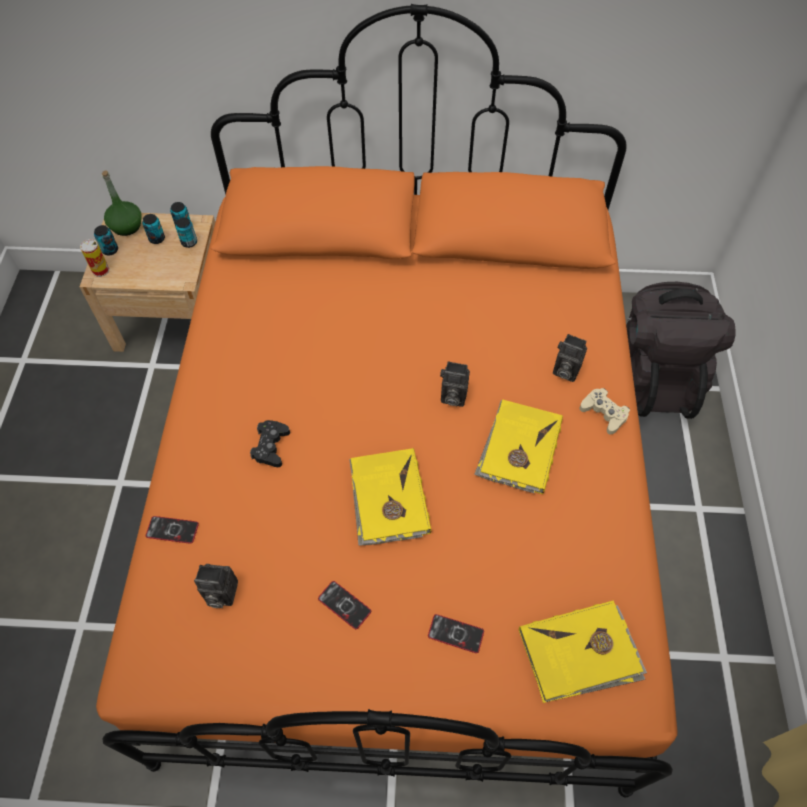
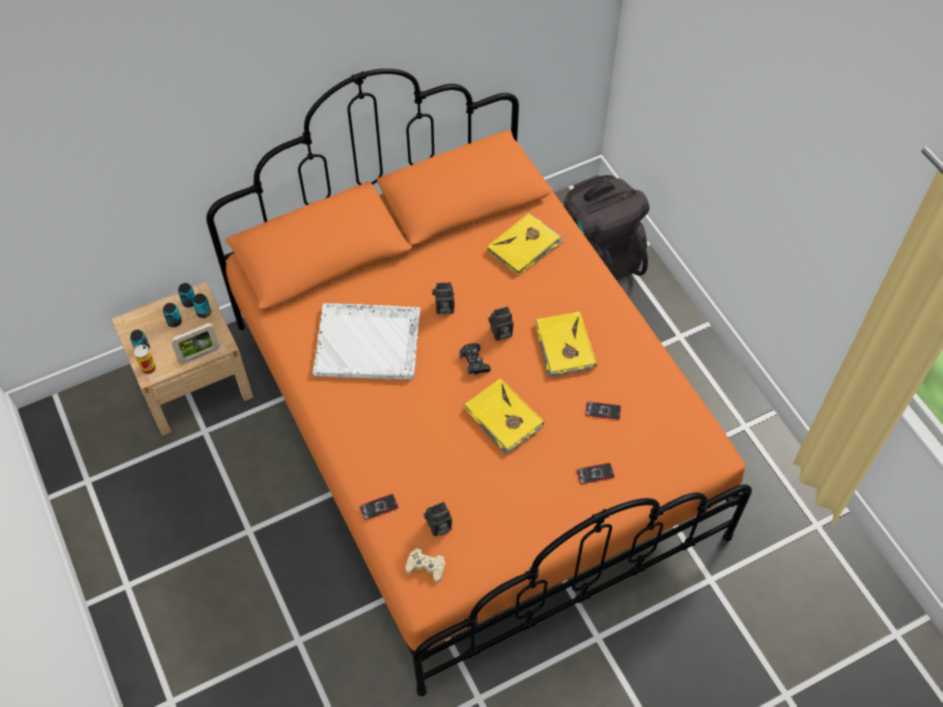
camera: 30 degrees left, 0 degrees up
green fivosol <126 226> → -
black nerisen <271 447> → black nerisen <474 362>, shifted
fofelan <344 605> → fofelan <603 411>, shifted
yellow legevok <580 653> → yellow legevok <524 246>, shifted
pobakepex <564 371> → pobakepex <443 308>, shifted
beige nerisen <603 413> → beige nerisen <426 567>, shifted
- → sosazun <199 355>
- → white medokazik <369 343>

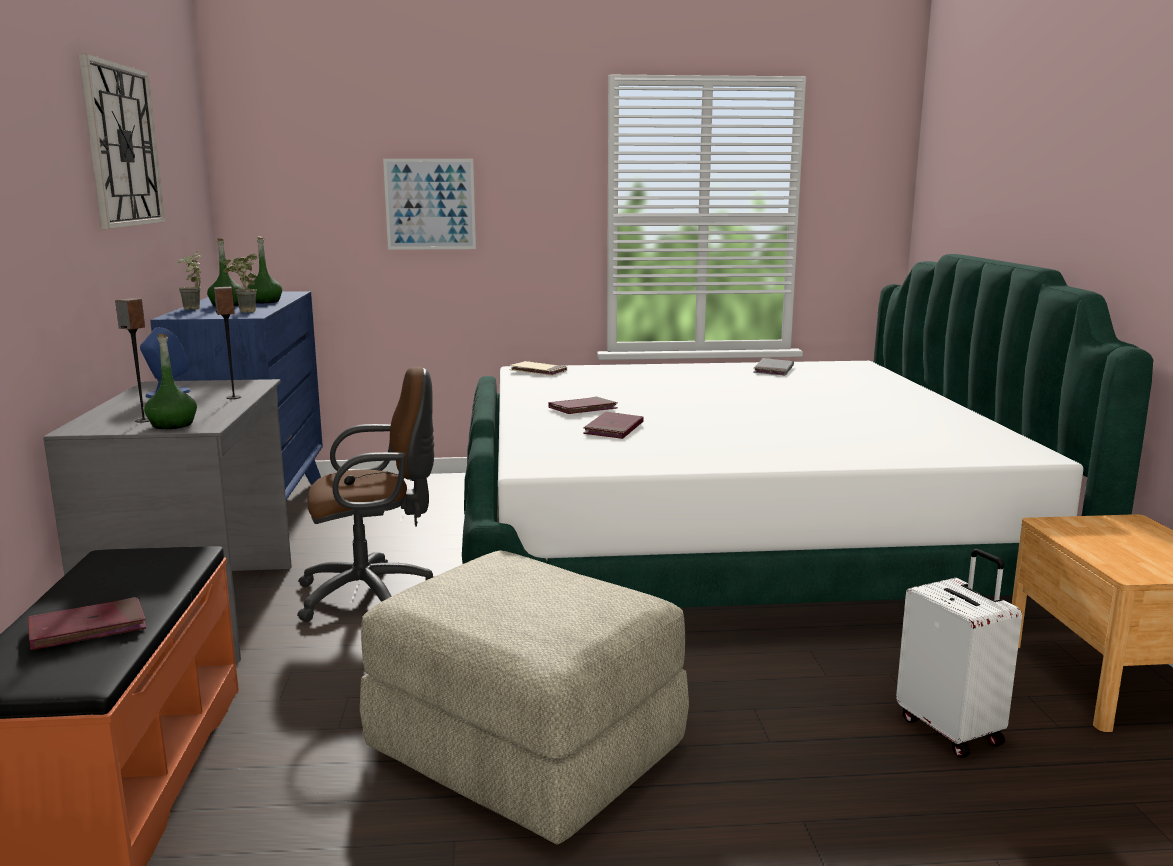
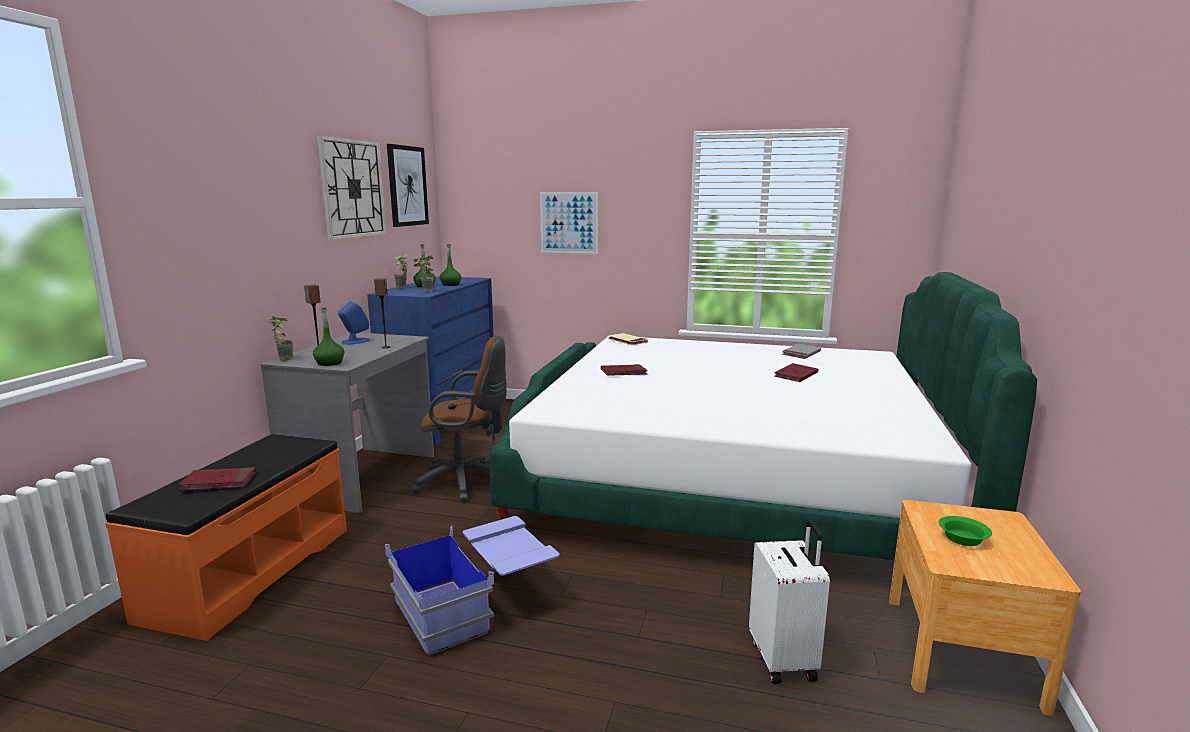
camera: 20 degrees right, 0 degrees up
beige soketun <528 750> → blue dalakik <476 605>
red legevok <614 429> → red legevok <796 375>, shifted
- → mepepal <282 359>
- → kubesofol <407 186>
- → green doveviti <964 539>

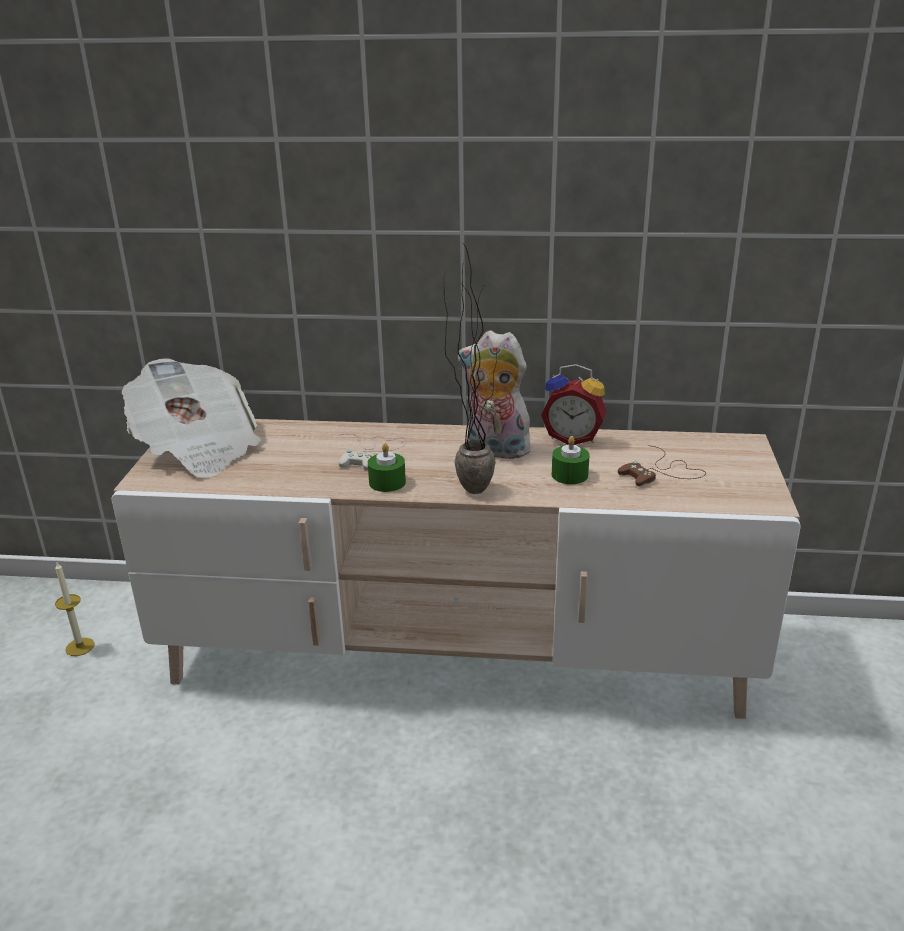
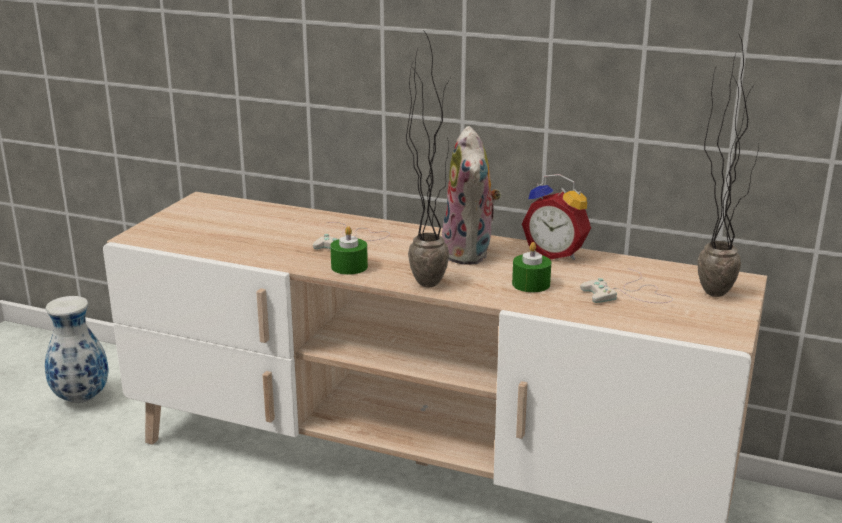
camera: 15 degrees right, 5 degrees down
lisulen <80 647> → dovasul <82 398>
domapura <197 448> → -
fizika <494 450> → fizika <470 253>, 135 degrees counterclockwise
brown nerisen <662 472> → white nerisen <628 294>
- → mepepal <713 287>

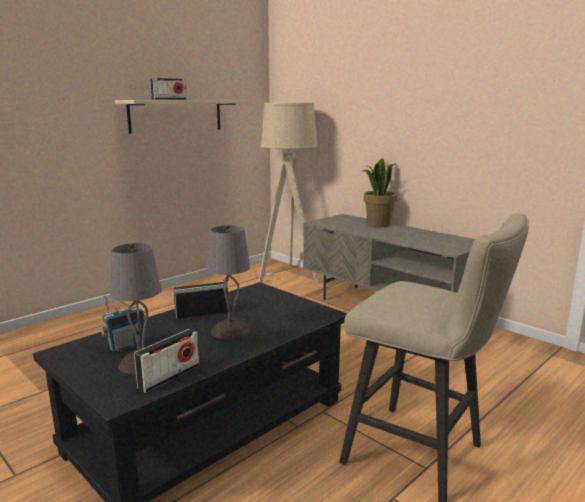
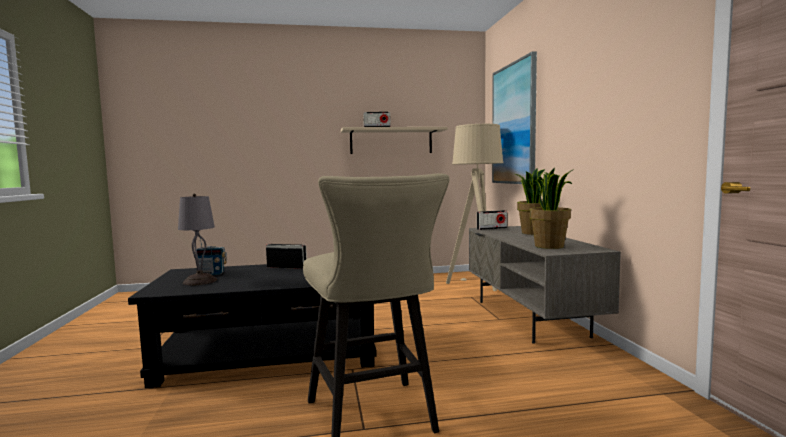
camera: 35 degrees right, 10 degrees down
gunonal <169 377> → gunonal <492 228>, shifted
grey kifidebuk <231 330> → -
- → kubesofol <514 124>
- → mepepal <550 246>

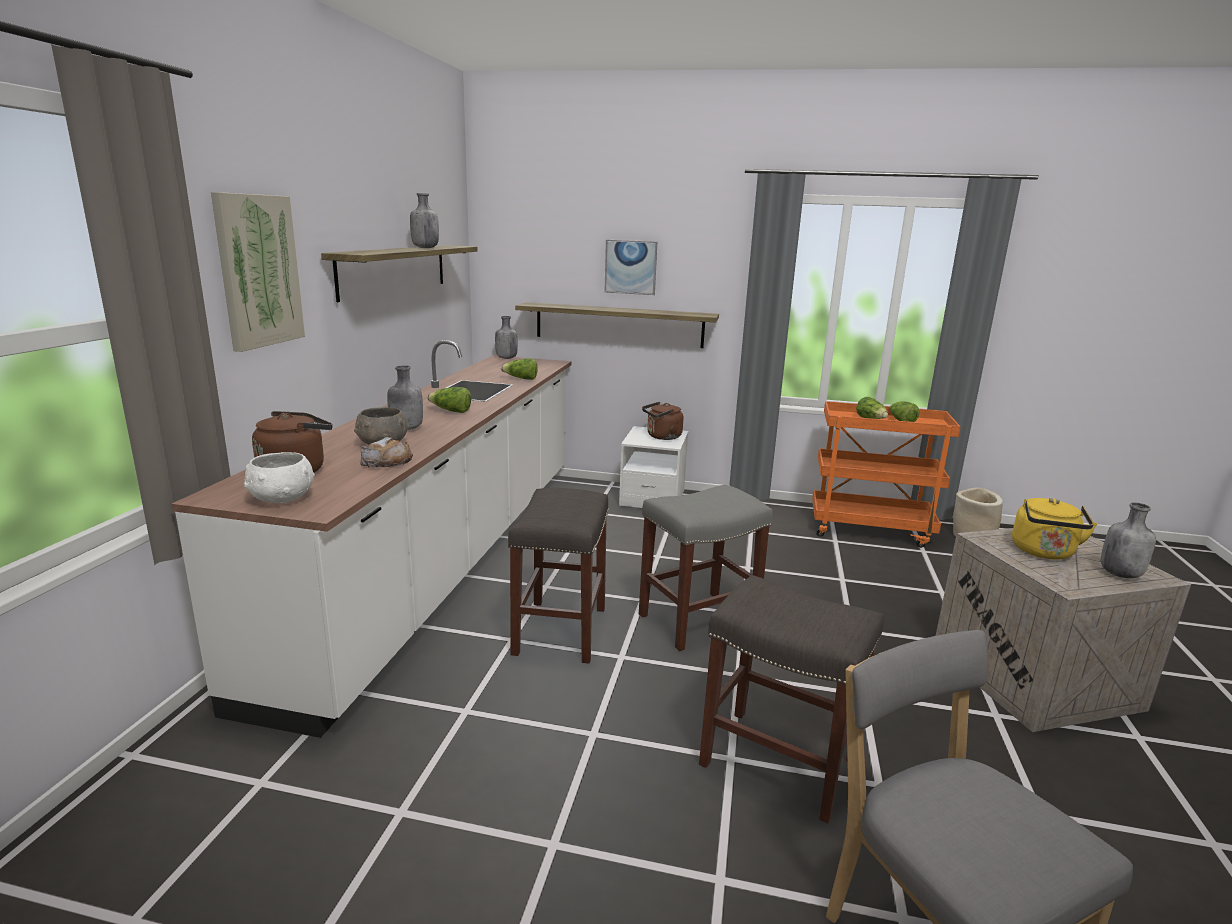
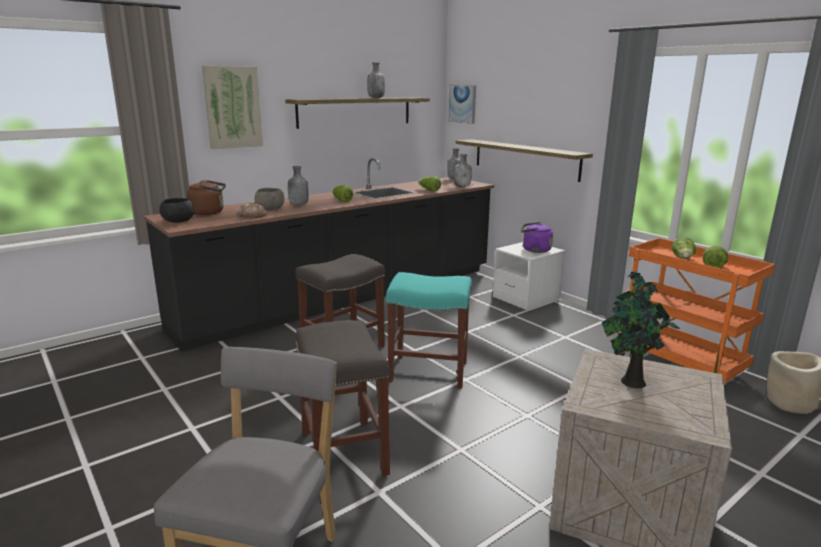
camera: 40 degrees right, 0 degrees up
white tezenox <448 559> → black tezenox <346 298>
white doveviti <281 498> → black doveviti <178 221>
kubesofol <630 267> → kubesofol <462 104>, shifted
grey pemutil <699 619> → turquoise pemutil <429 371>
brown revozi <662 437> → purple revozi <534 250>
yellow revozi <1044 553> → mepepal <630 381>
grey fivosol <1120 574> → grey fivosol <462 186>, shifted

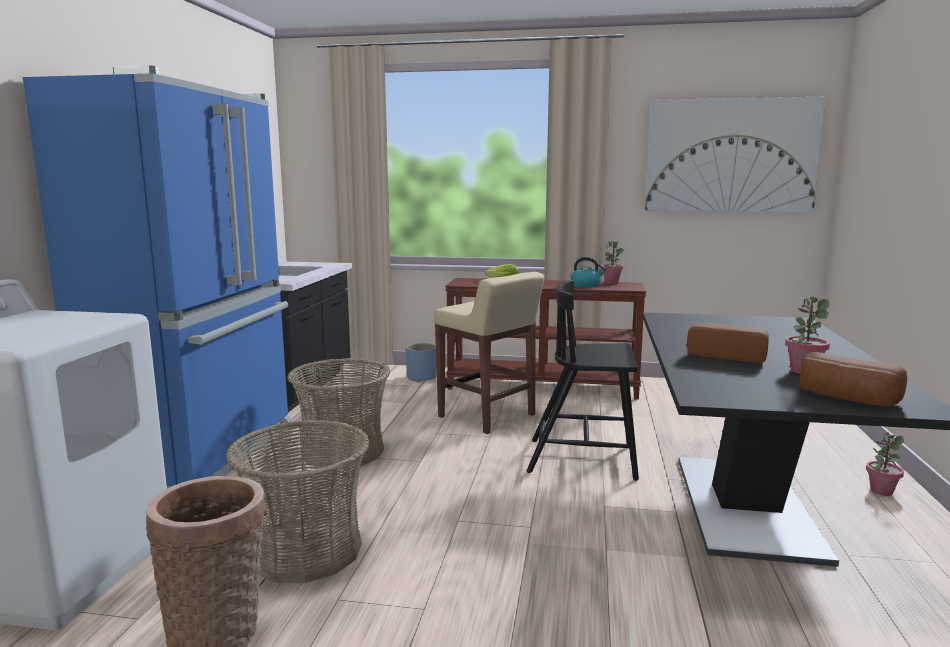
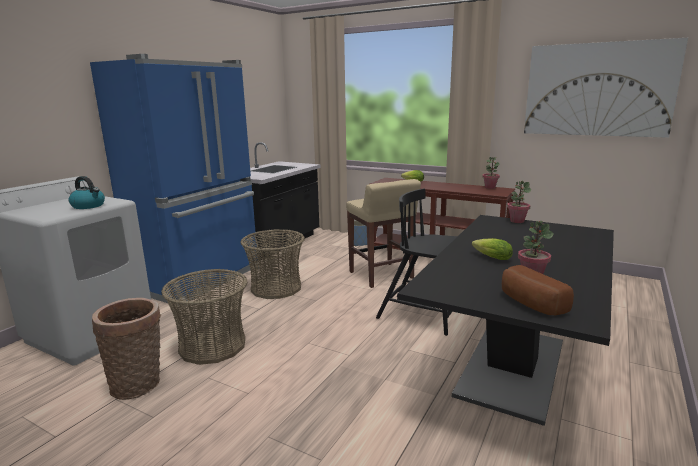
camera: 20 degrees right, 5 degrees up
revozi <586 285> → revozi <89 206>, shifted
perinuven <727 356> → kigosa <490 257>
mepepal <881 491> → mepepal <517 221>, shifted

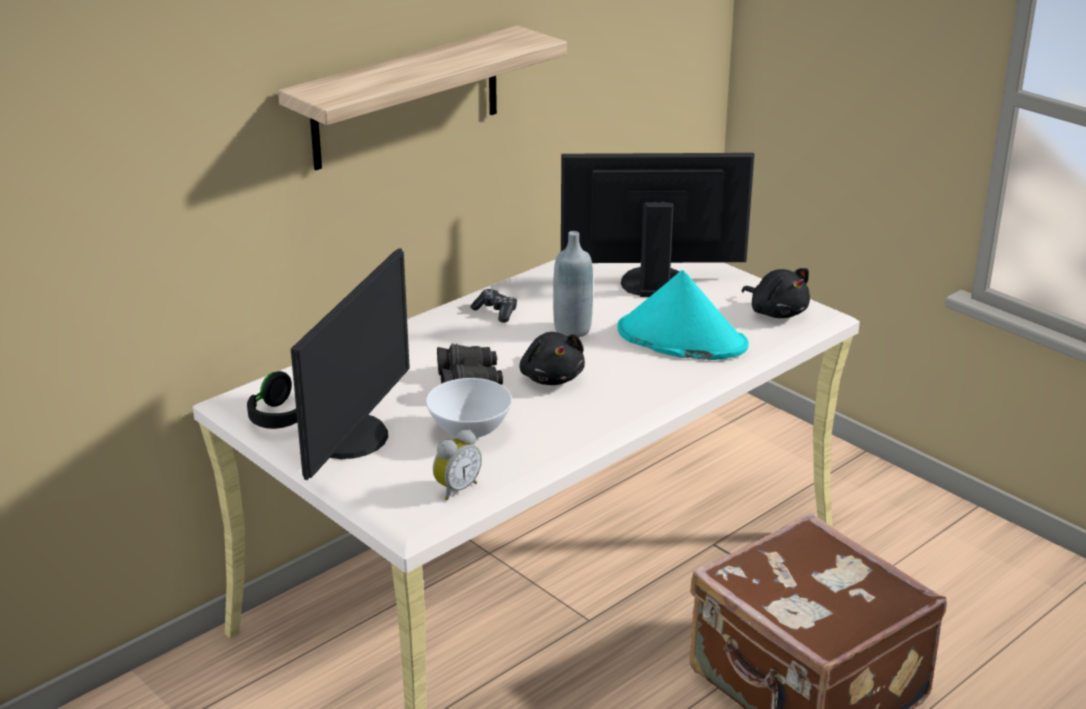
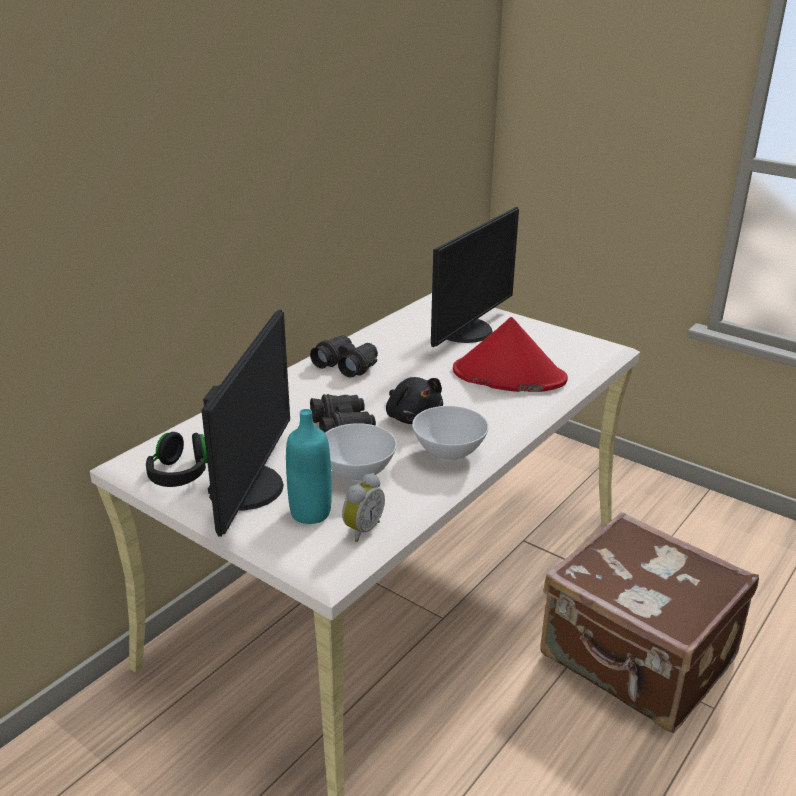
camera: 10 degrees left, 0 degrees up
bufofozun <406 98> → -
nerisen <496 312> → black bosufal <346 365>
grey fivosol <572 330> → -
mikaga <653 281> → mikaga <467 331>, 135 degrees clockwise
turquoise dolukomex <681 338> → red dolukomex <508 376>
black fizika <776 312> → -
- → turquoise fivosol <310 513>
- → white doveviti <449 455>

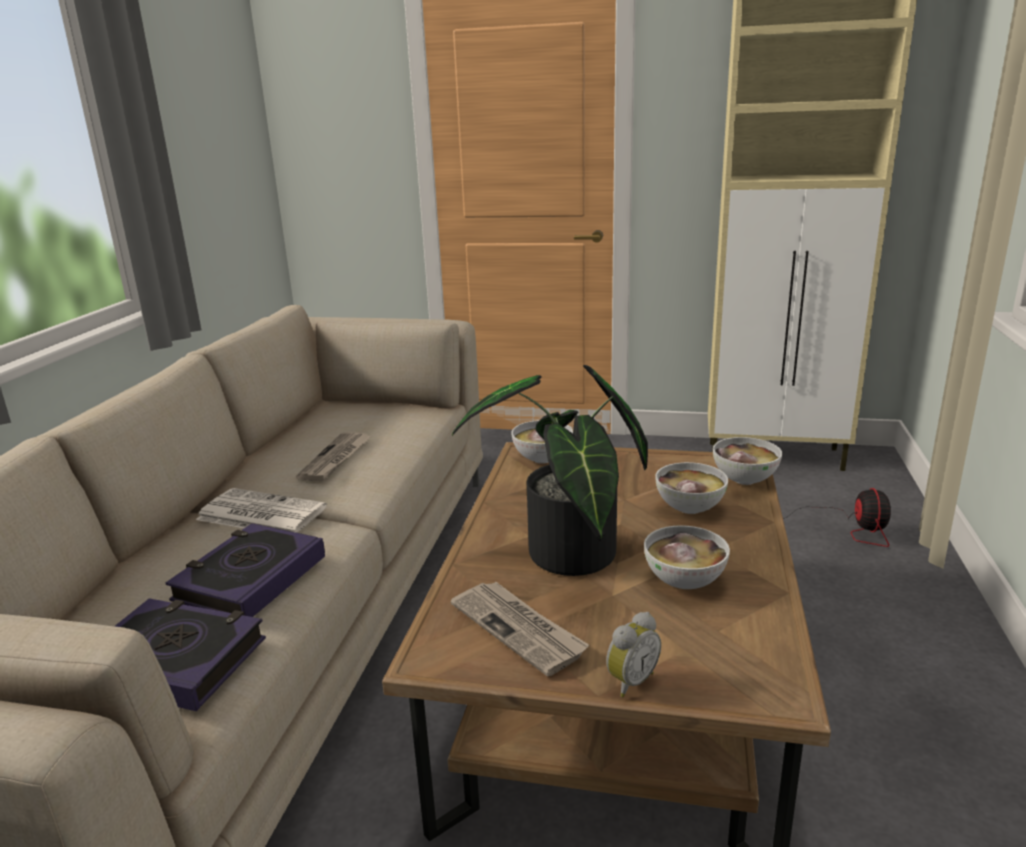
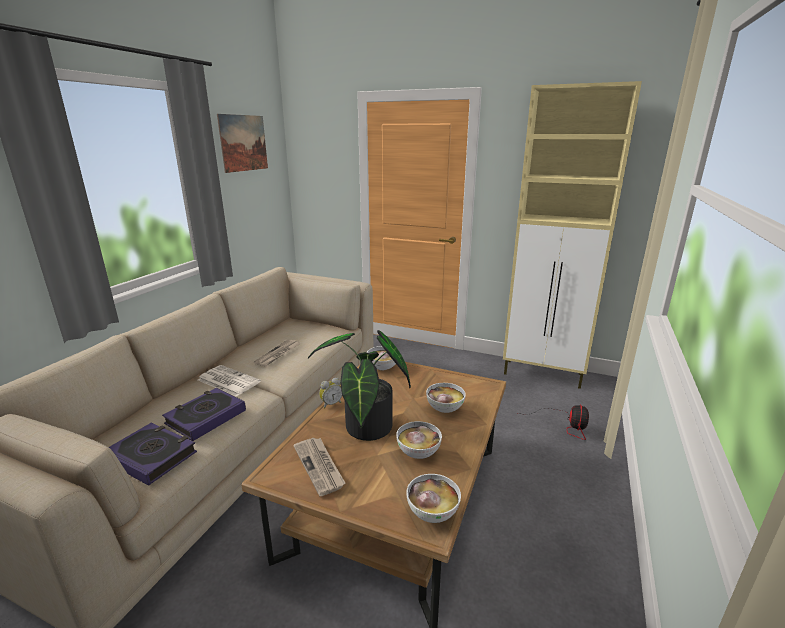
camera: 10 degrees right, 0 degrees up
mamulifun <630 681> → mamulifun <331 404>, shifted
doveviti <744 480> → doveviti <432 513>, shifted
- → kubesofol <243 143>

